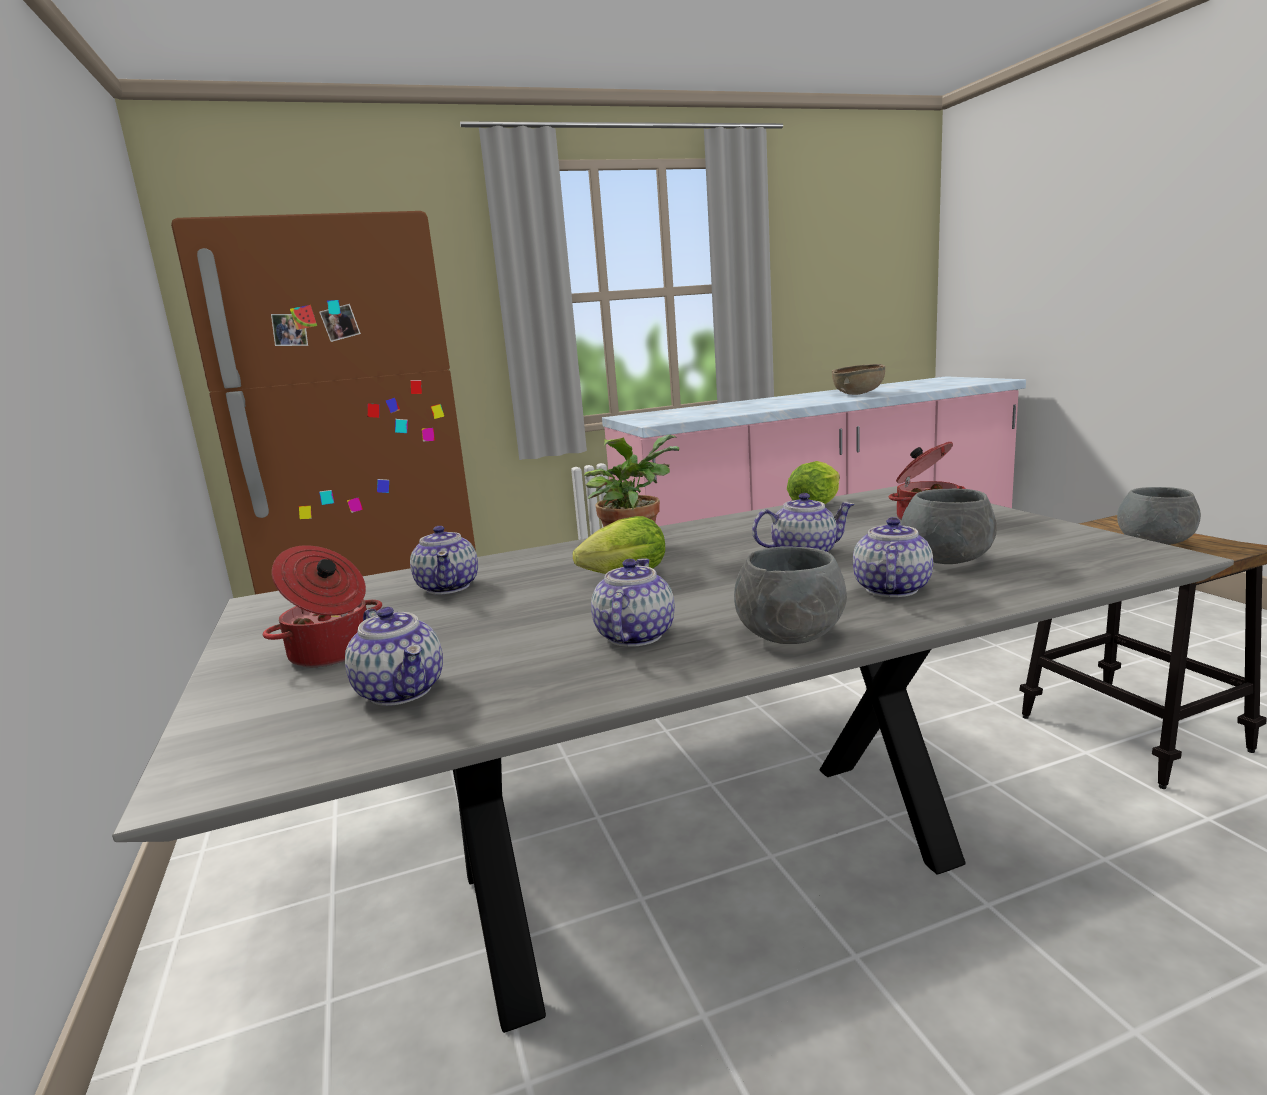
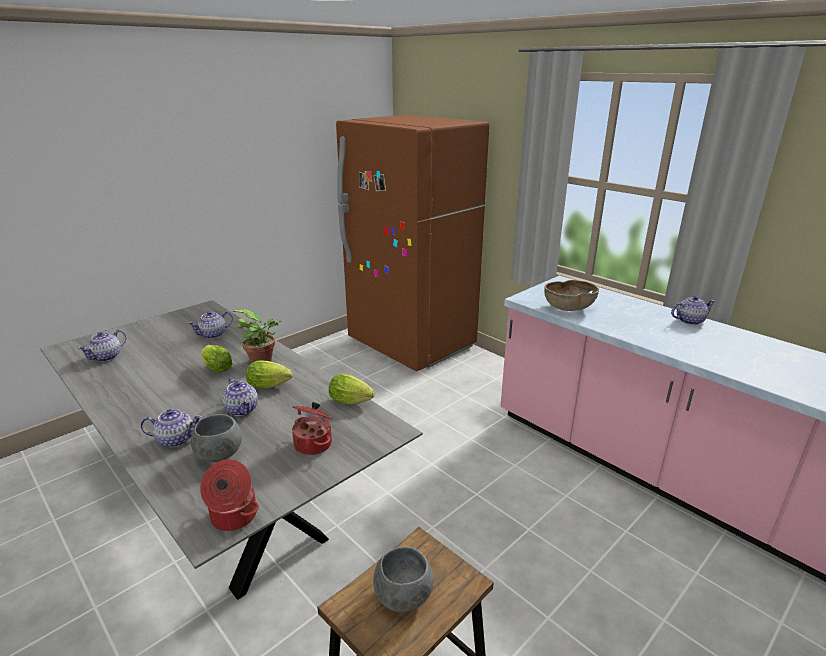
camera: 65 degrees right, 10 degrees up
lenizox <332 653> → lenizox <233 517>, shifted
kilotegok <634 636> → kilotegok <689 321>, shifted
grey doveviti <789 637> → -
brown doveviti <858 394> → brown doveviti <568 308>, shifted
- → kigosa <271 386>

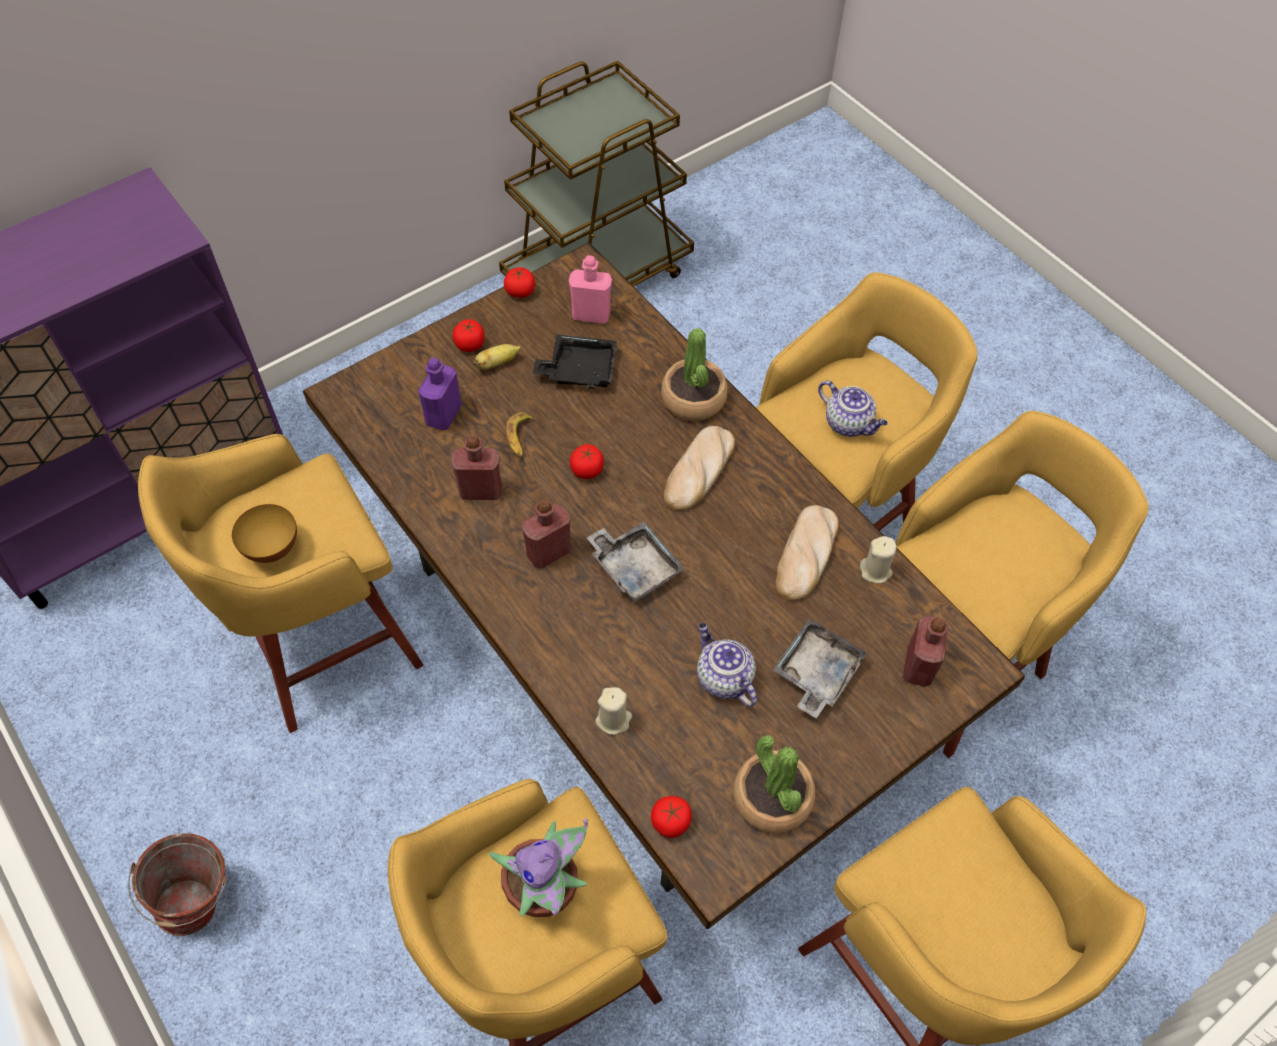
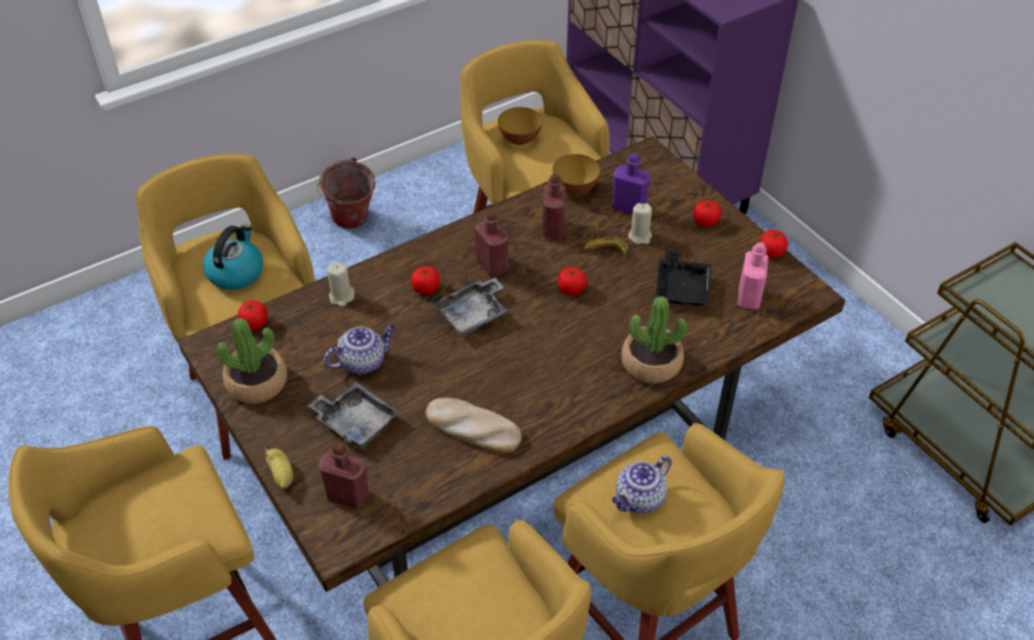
camera: 95 degrees right, 10 degrees down
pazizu <497 363> → pazizu <281 475>, shifted
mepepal <545 890> → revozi <236 272>
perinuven <699 471> → -
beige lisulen <875 570> → beige lisulen <640 236>, shifted
- → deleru <426 289>
- → doveviti <575 189>

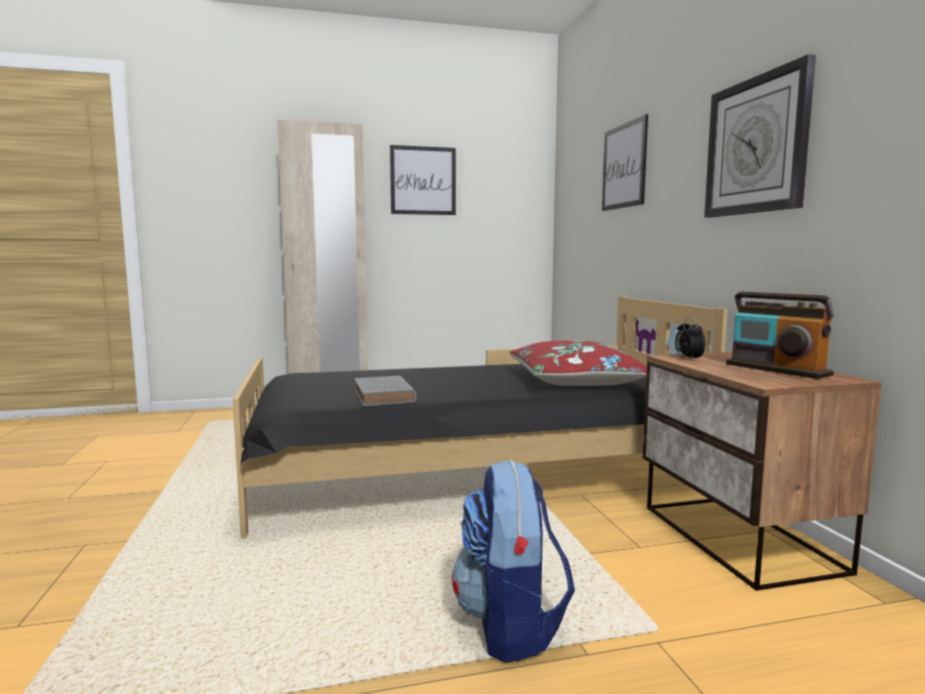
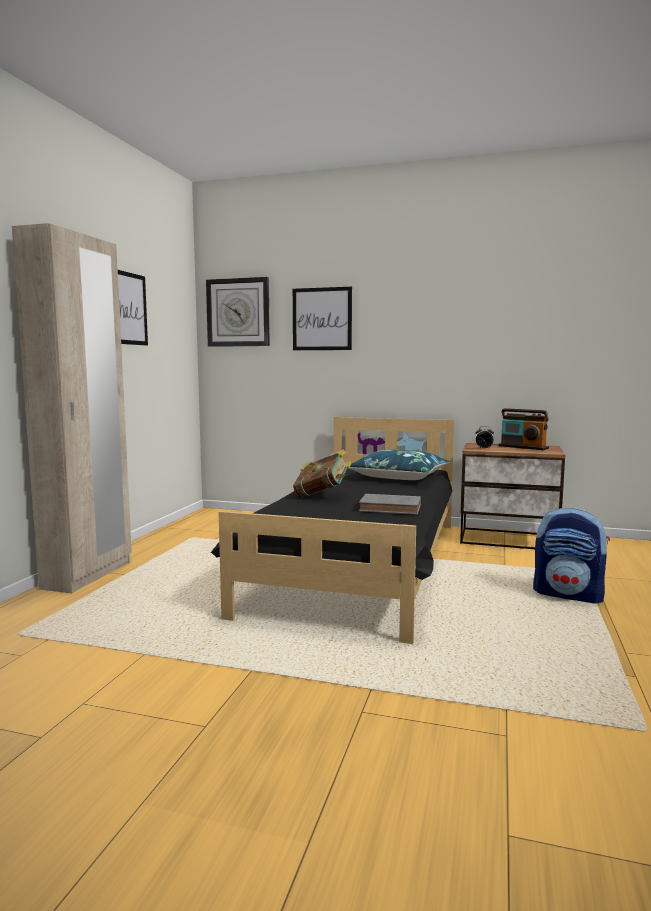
camera: 60 degrees left, 0 degrees up
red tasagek <576 380> → blue tasagek <399 477>
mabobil <756 146> → mabobil <238 312>, shifted
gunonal <776 369> → gunonal <523 447>, 45 degrees clockwise
- → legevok <322 496>

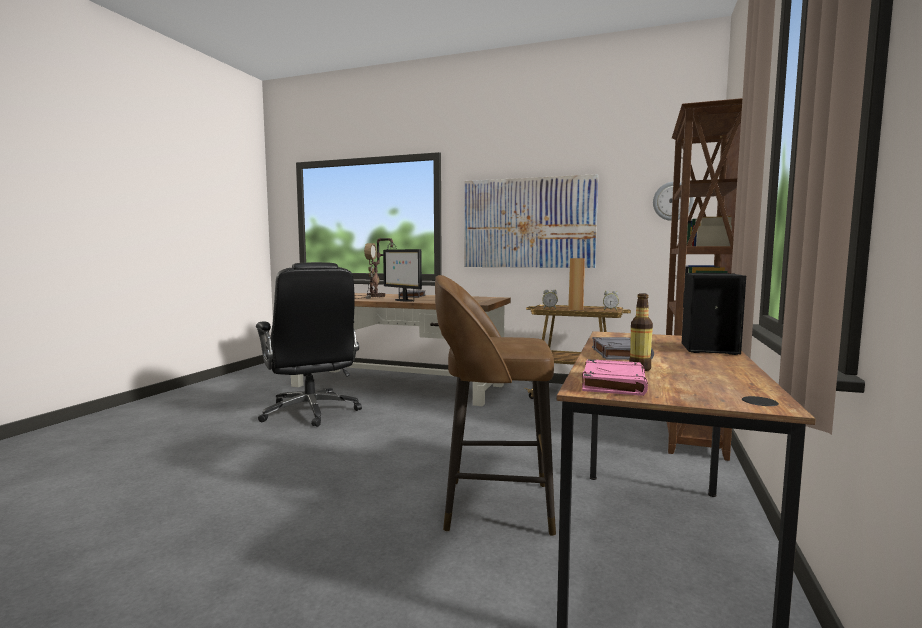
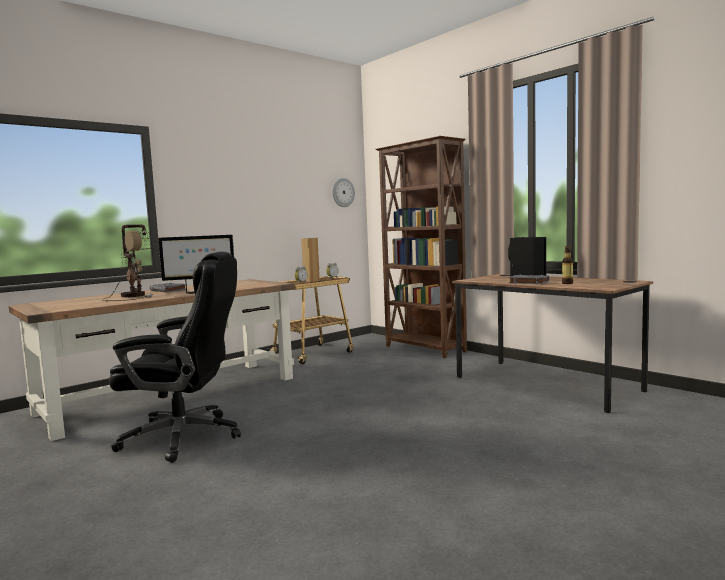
camera: 60 degrees left, 0 degrees up
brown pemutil <493 506> → -
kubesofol <528 223> → -
pink legevok <613 383> → -

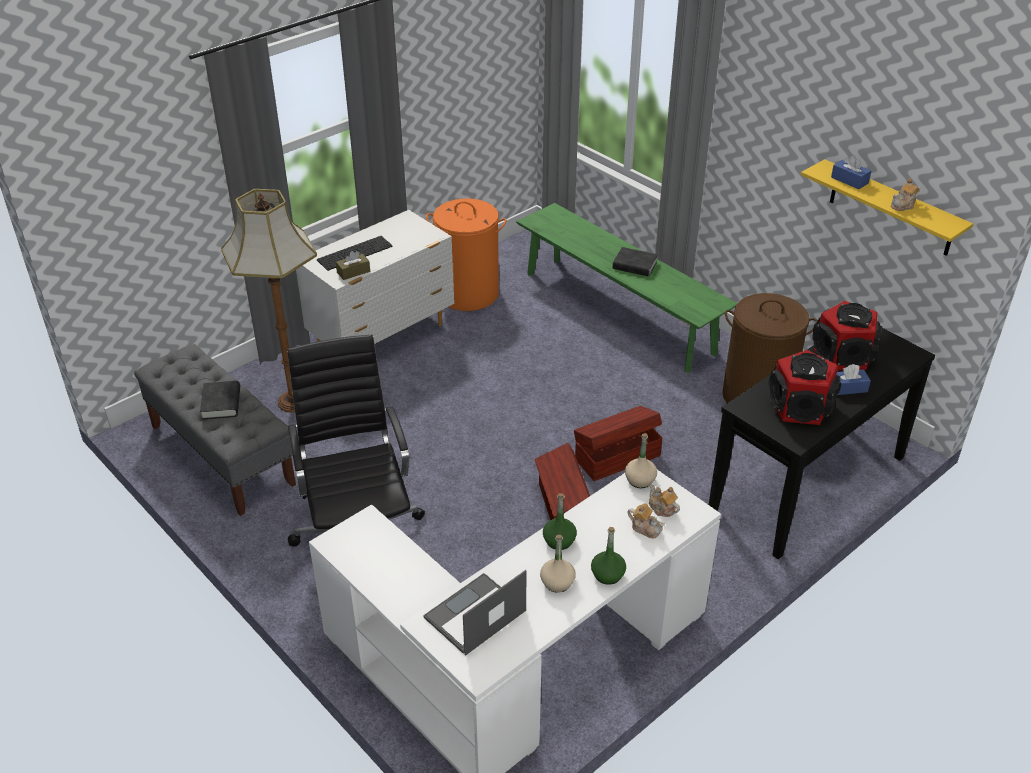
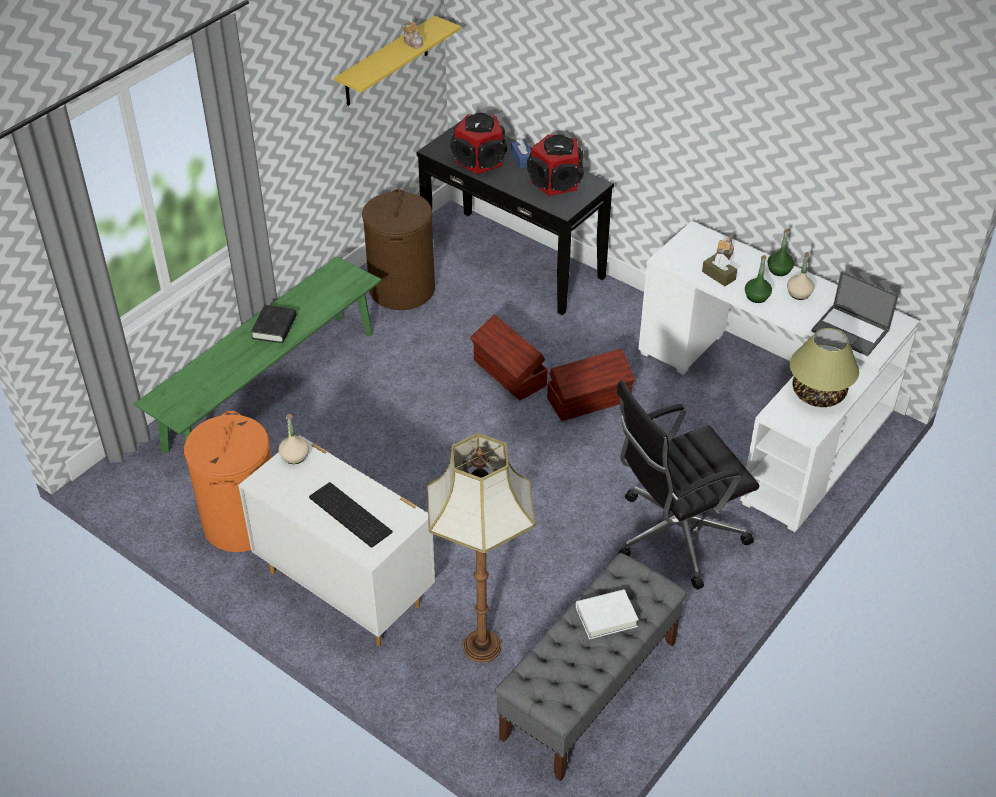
camera: 100 degrees left, 5 degrees up
black legevok <221 403> → white legevok <606 617>
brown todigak <353 272> → brown todigak <718 275>, shifted
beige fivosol <640 480> → beige fivosol <295 456>, shifted
kilotegok <662 508> → -
blue todigak <849 180> → -
- → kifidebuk <818 394>

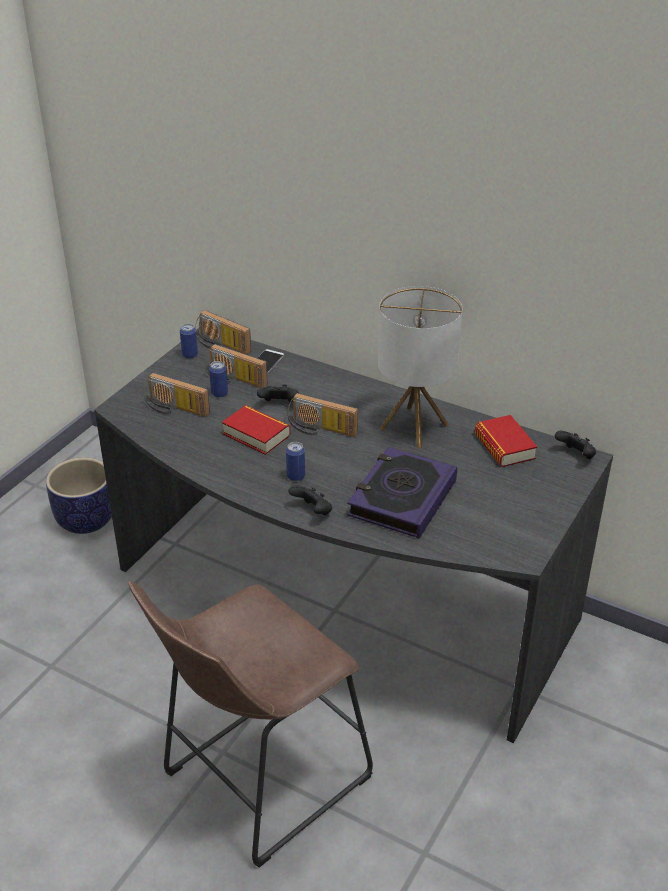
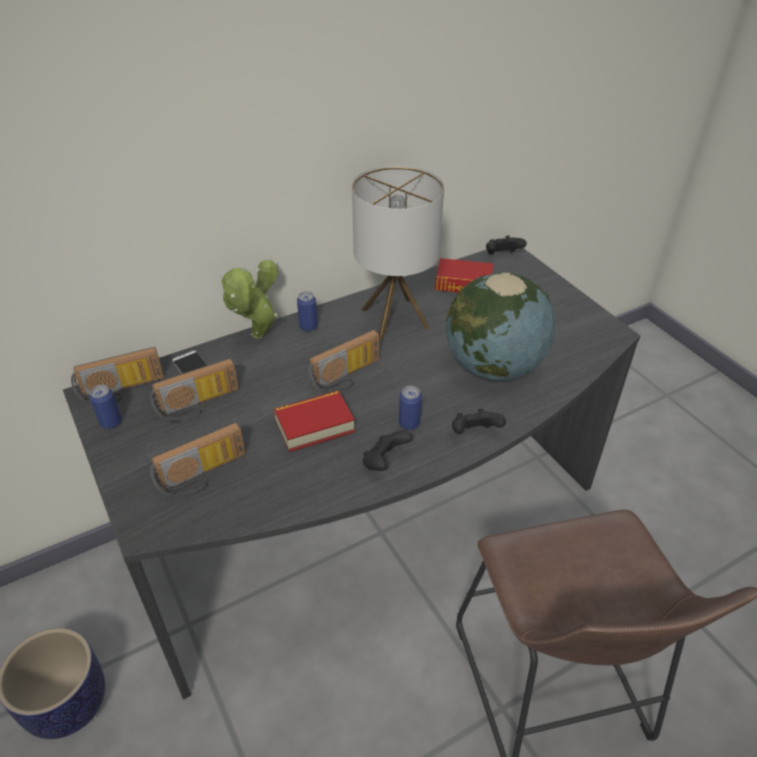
camera: 60 degrees left, 5 degrees up
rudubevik <219 393> → rudubevik <308 326>, shifted
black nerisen <279 404> → black nerisen <384 462>, shifted
legevok <402 498> → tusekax <493 367>
- → mepepal <257 338>

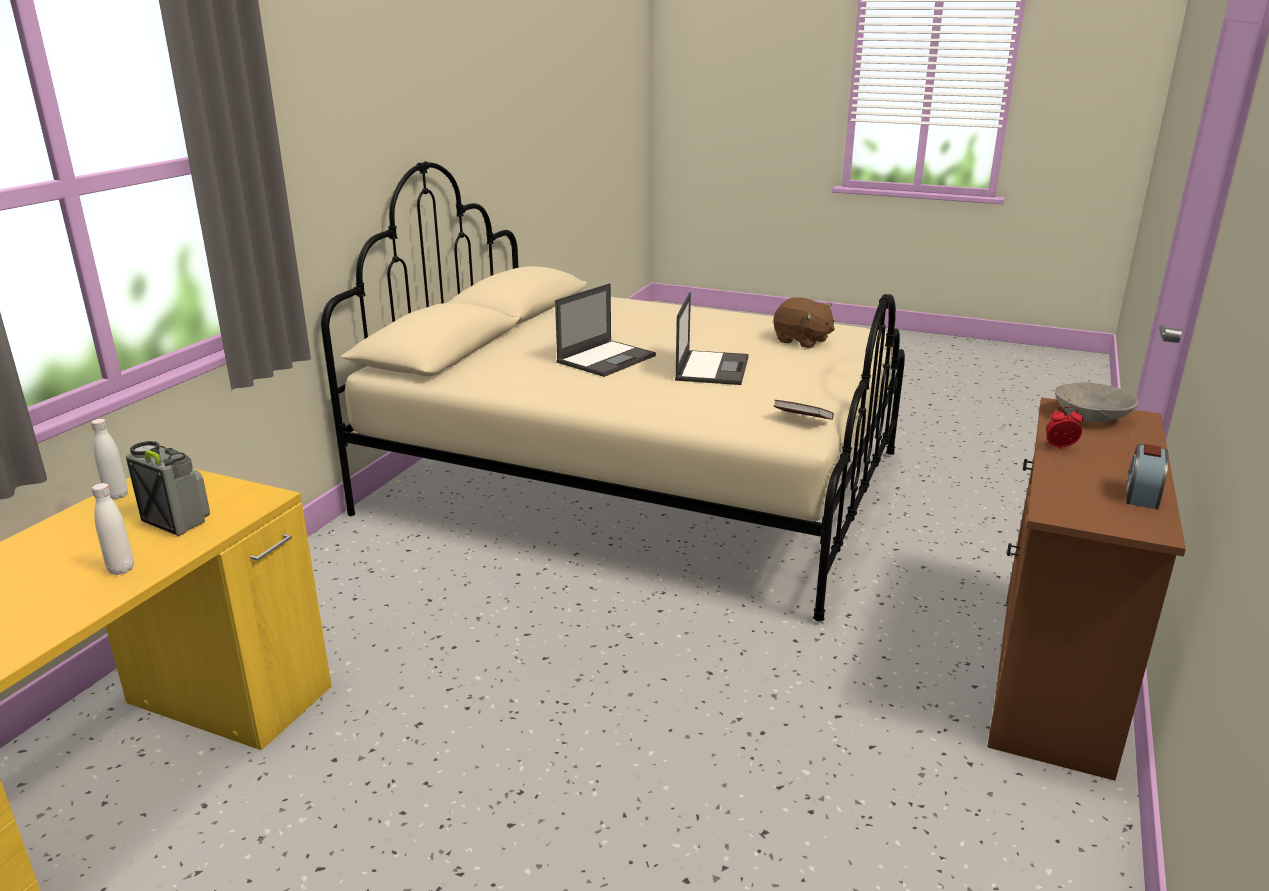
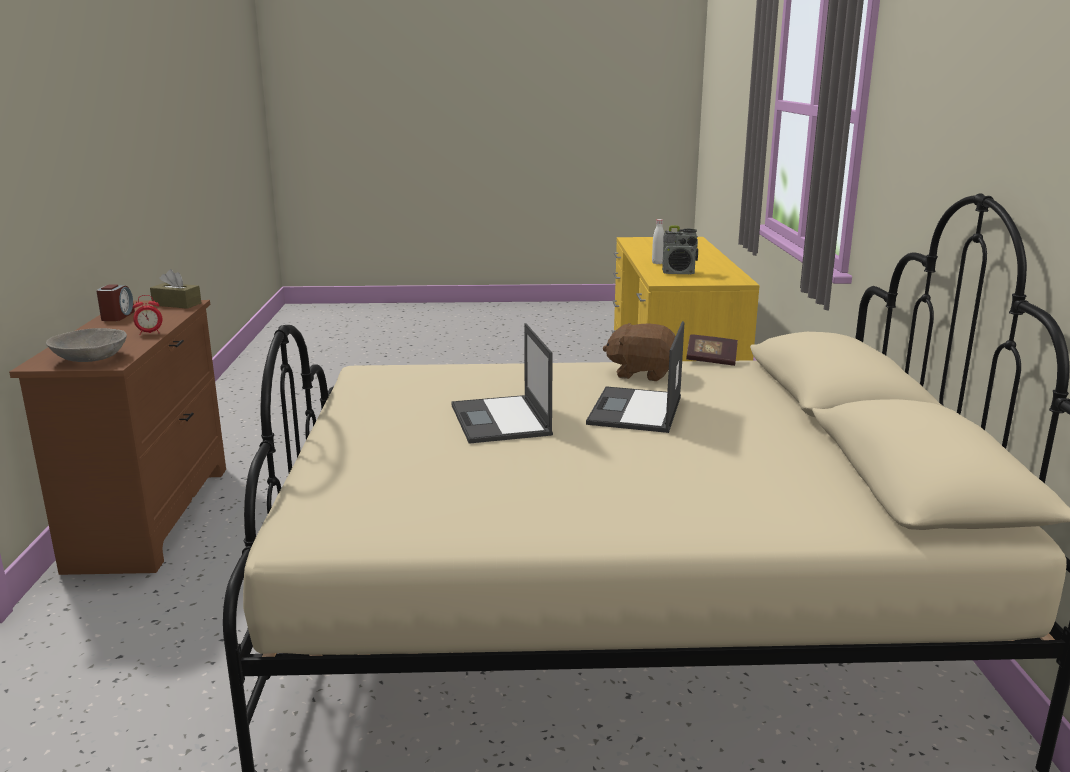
camera: 155 degrees right, 5 degrees down
white fivosol <117 496> → -
legevok <802 421> → legevok <711 360>, shifted
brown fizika <802 341> → brown fizika <642 373>, shifted
- → brown todigak <177 304>

